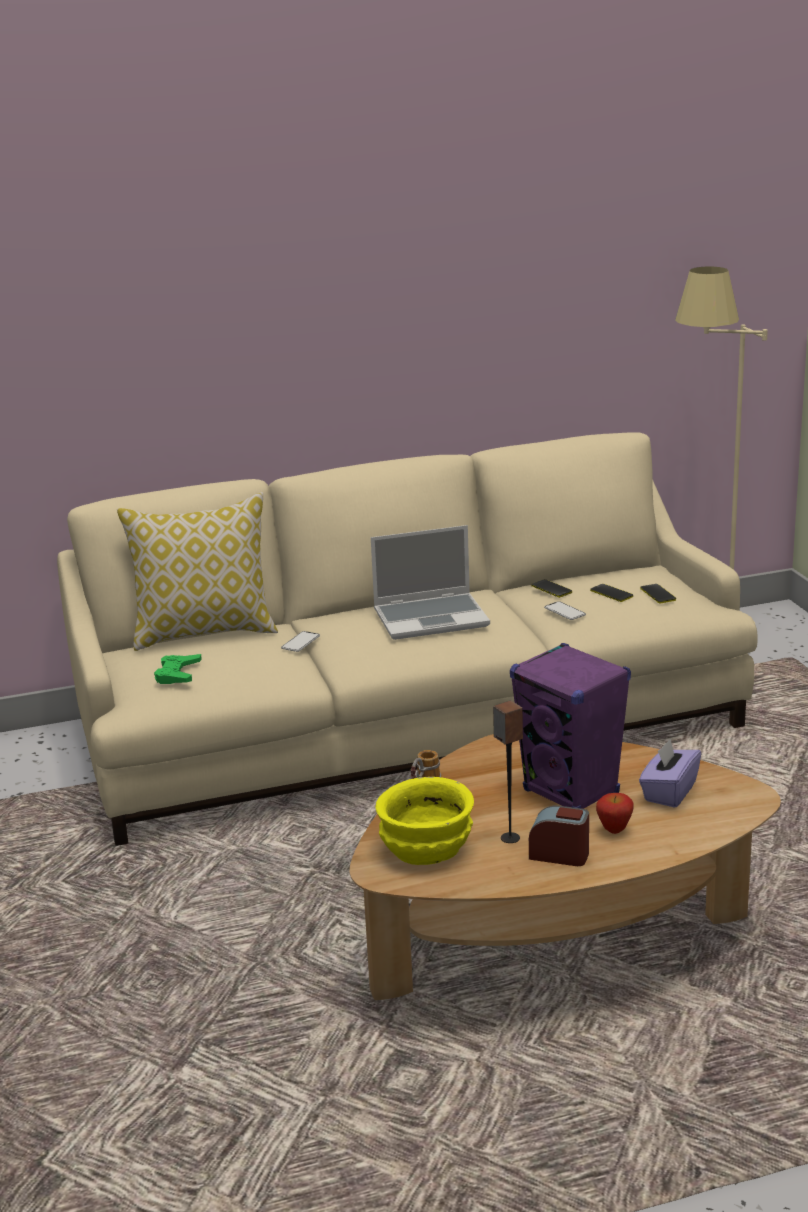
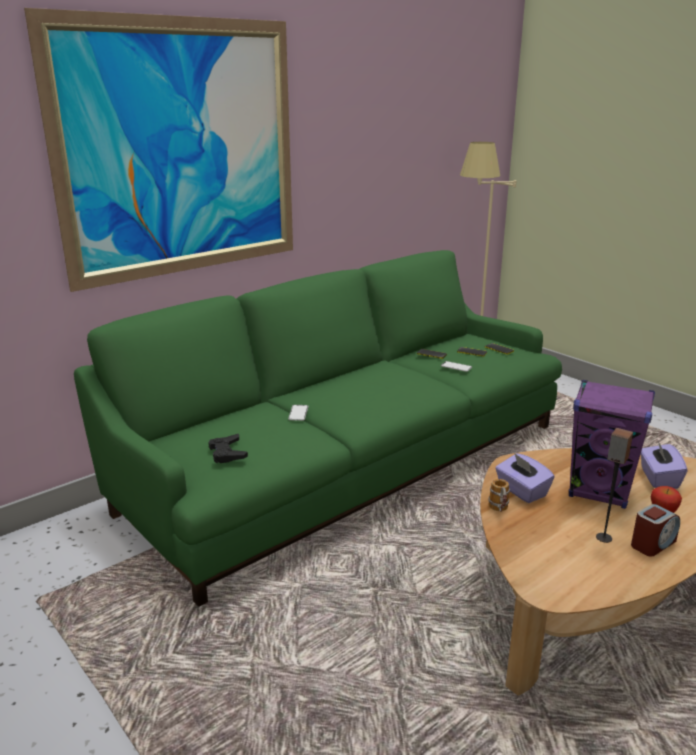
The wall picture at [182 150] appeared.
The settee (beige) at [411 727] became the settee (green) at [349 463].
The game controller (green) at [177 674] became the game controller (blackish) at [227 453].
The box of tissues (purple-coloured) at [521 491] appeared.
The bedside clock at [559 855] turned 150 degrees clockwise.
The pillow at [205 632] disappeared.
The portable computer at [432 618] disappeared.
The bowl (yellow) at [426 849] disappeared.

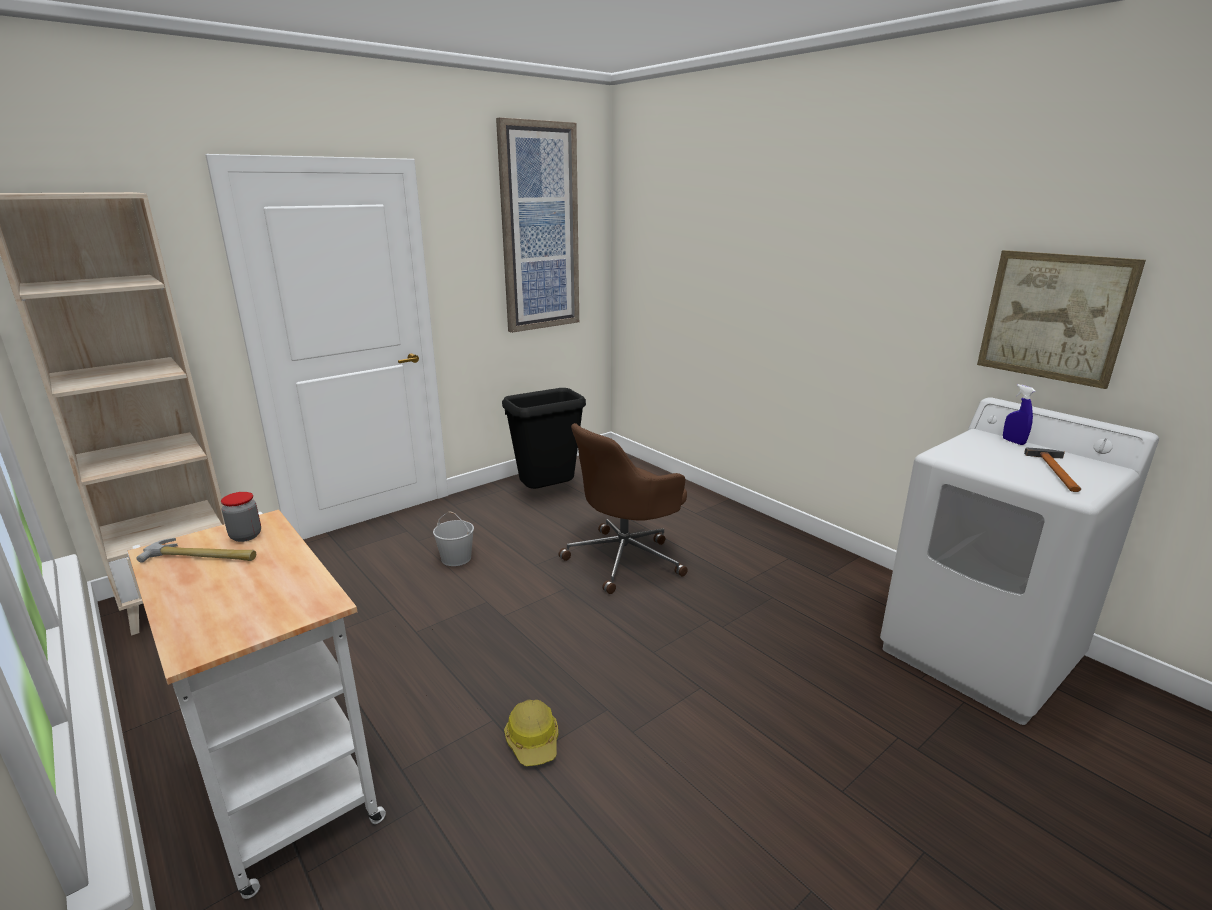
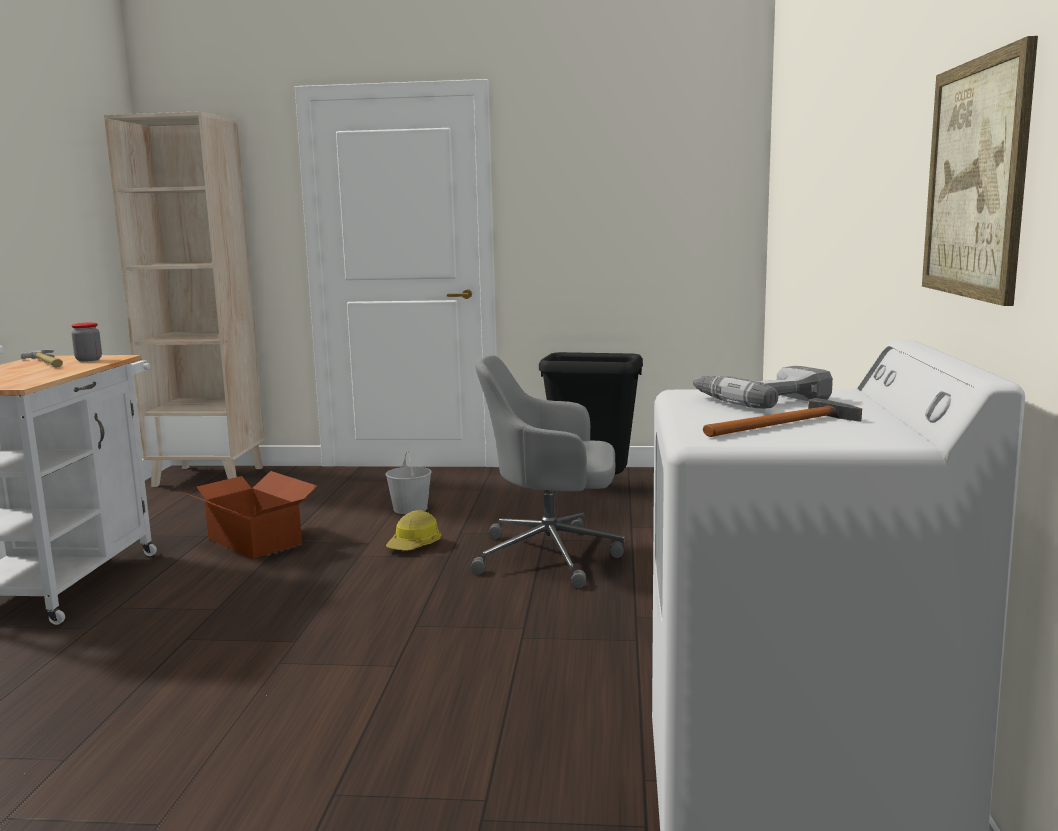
The packing box at [255 541] appeared.
The work helmet moved from [533 741] to [415 545].
The office chair (brown-coloured) at [625 558] became the office chair (grey) at [552 556].
The power drill at [760 399] appeared.
The wall picture at [539 229] disappeared.
The spray bottle (blue) at [1013 442] disappeared.

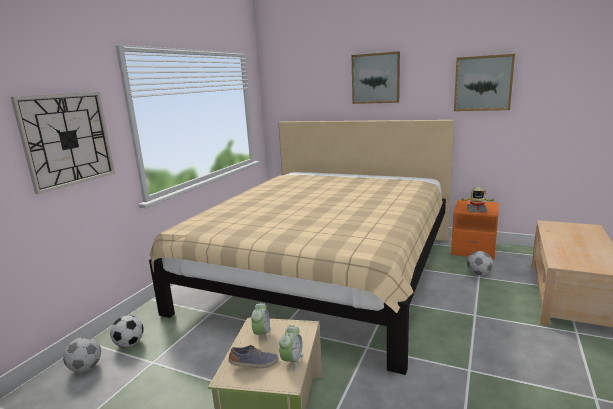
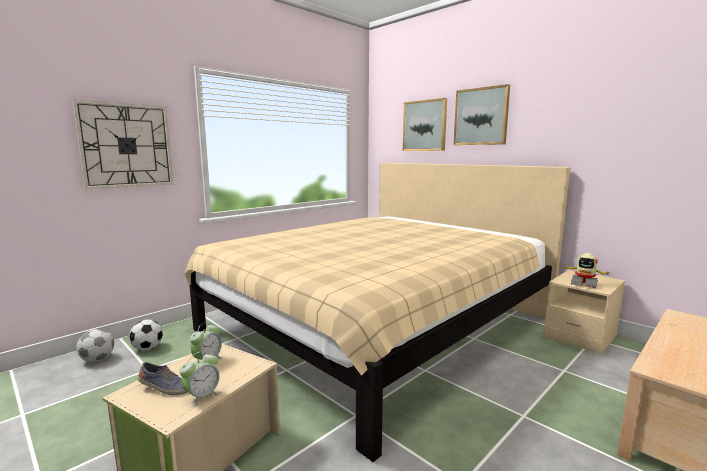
The wall picture moved from [483 83] to [424 126].
The bedside table (orangey) at [473 249] became the bedside table (beige) at [580 336].
The football ball at [478 274] disappeared.

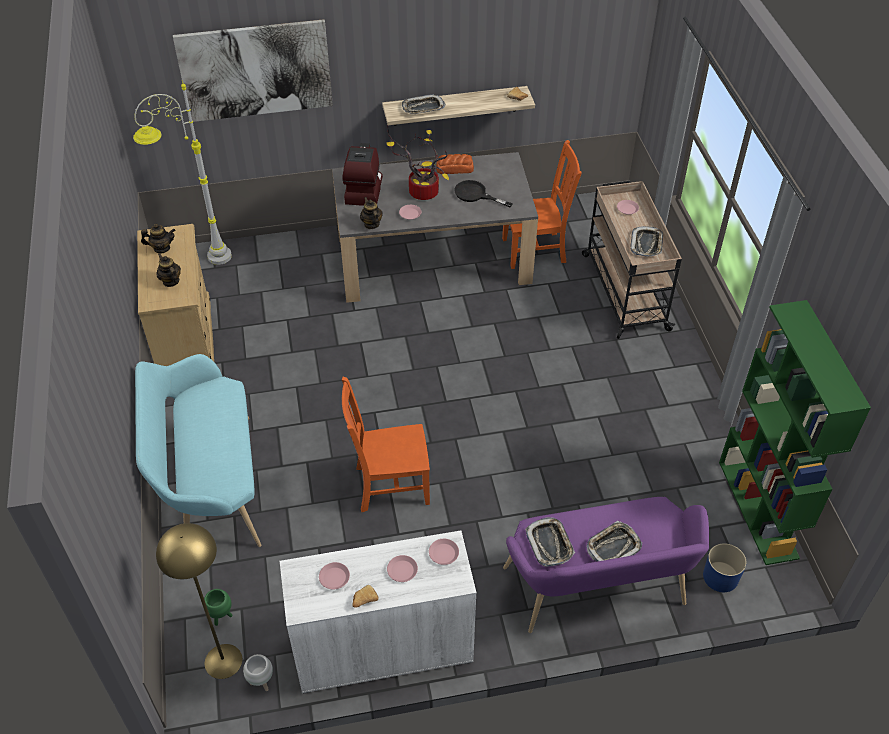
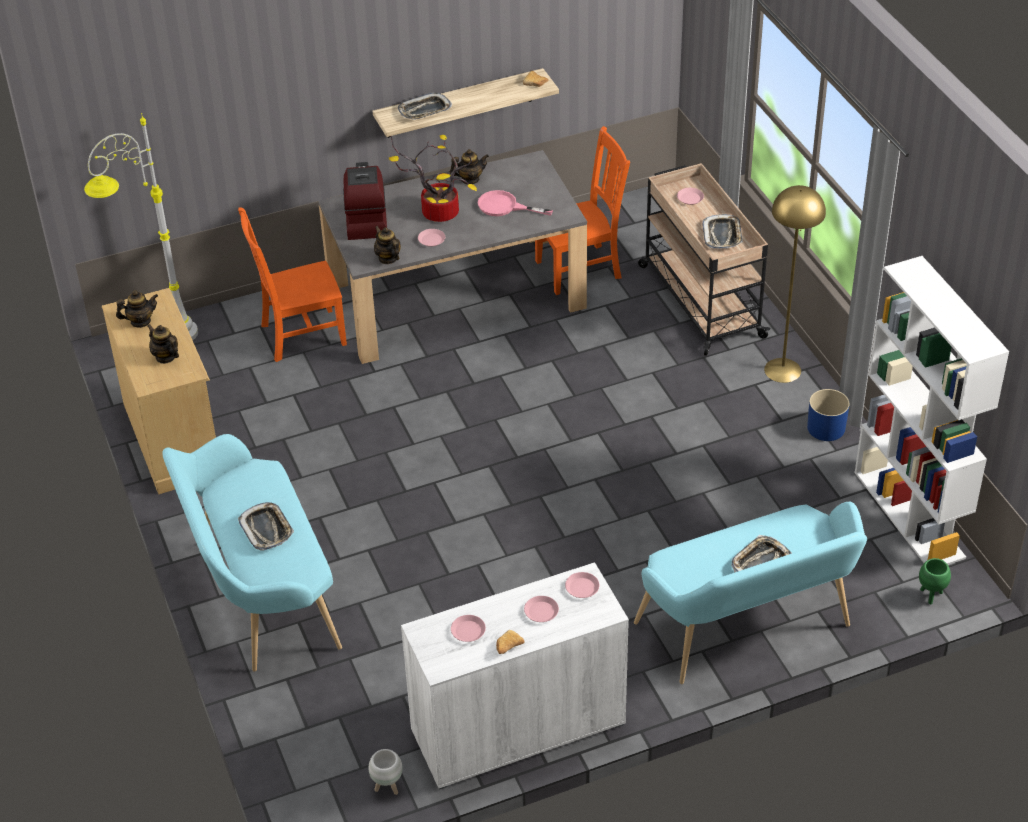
The upright chair (orangey) moved from [389 485] to [300 335].
The tray moved from [550 544] to [267 529].
The bakery bread at [454 168] was replaced by the tea pot at [470 179].
The pan (blackish) at [475 194] became the pan (pinkish) at [504 207].
The indoor bench (purple-coloured) at [598 592] became the indoor bench (turquoise) at [749 630].
The floor lamp (yellow) moved from [223 661] to [783 370].
The plant pot (blue) moved from [721 577] to [826 428].
The bookcase (green) at [758 509] became the bookcase (white-coloured) at [910 515].
The plant pot (green) moved from [221 617] to [931 595].
The wall picture at [255 70] disappeared.

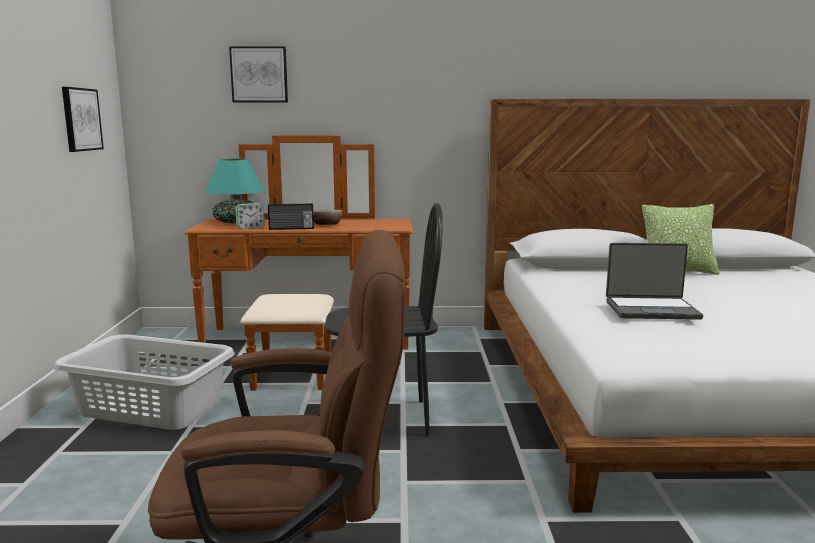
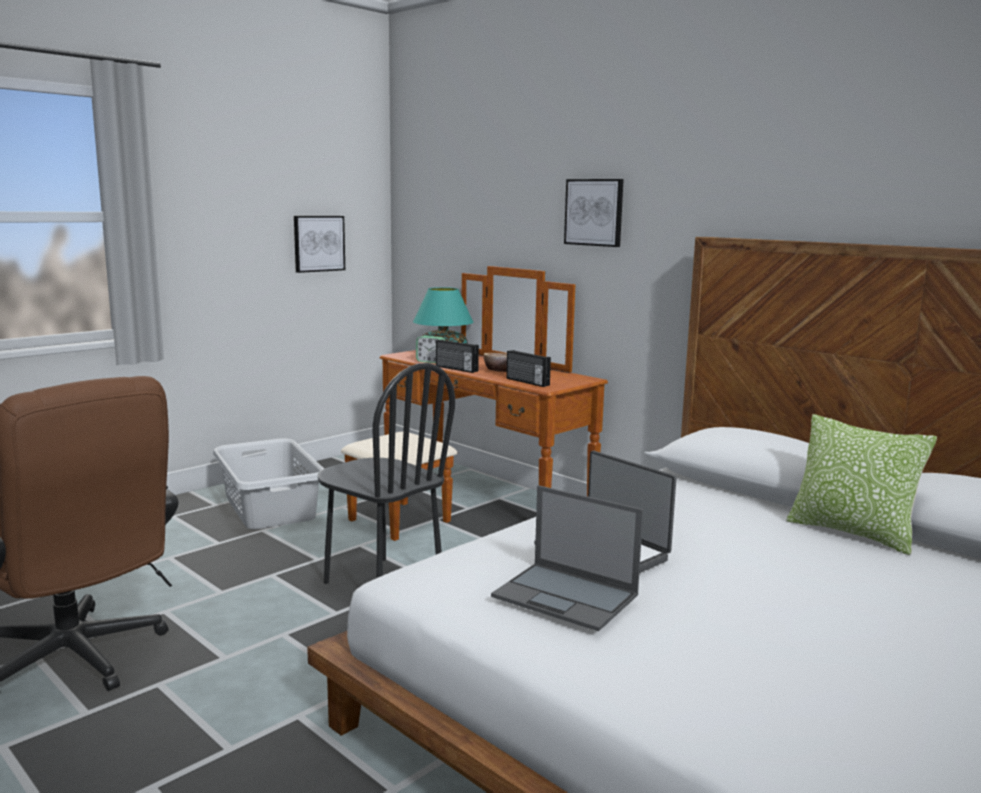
The portable computer at [567 596] appeared.
The radio set at [526 382] appeared.
The wall picture moved from [259 74] to [594 212].

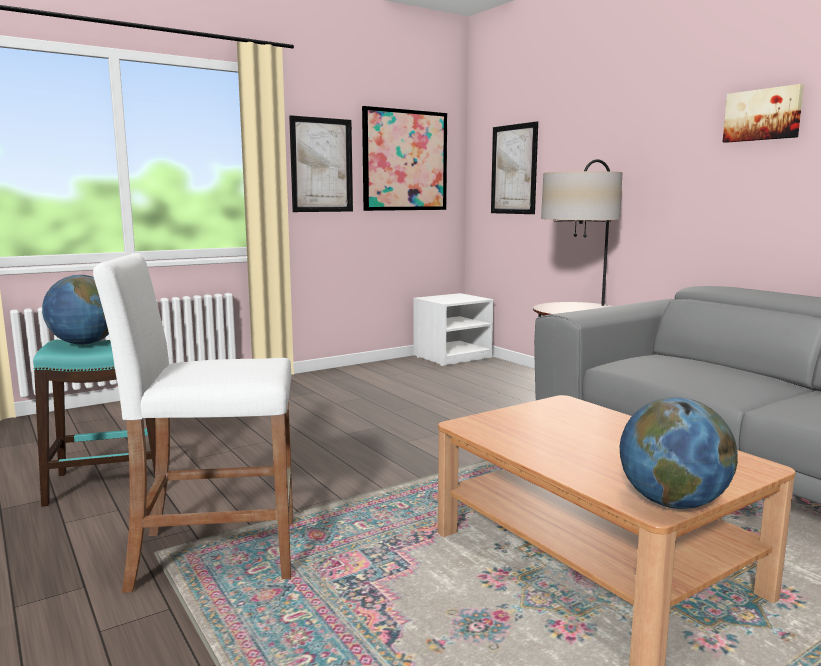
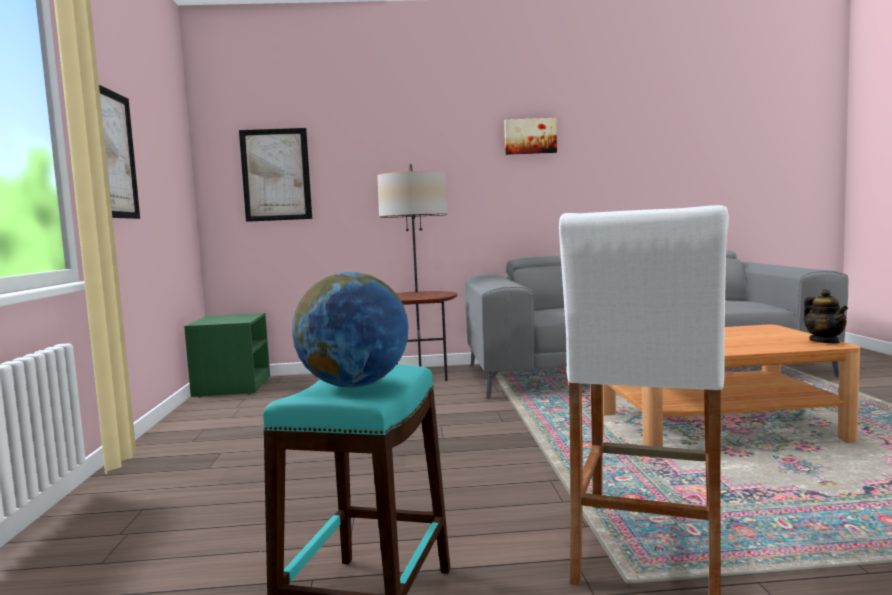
The bedside table (white-coloured) at [452 357] became the bedside table (green) at [232 386].
The desk globe at [672 503] was replaced by the tea pot at [824 341].
The wall picture at [405 160] disappeared.

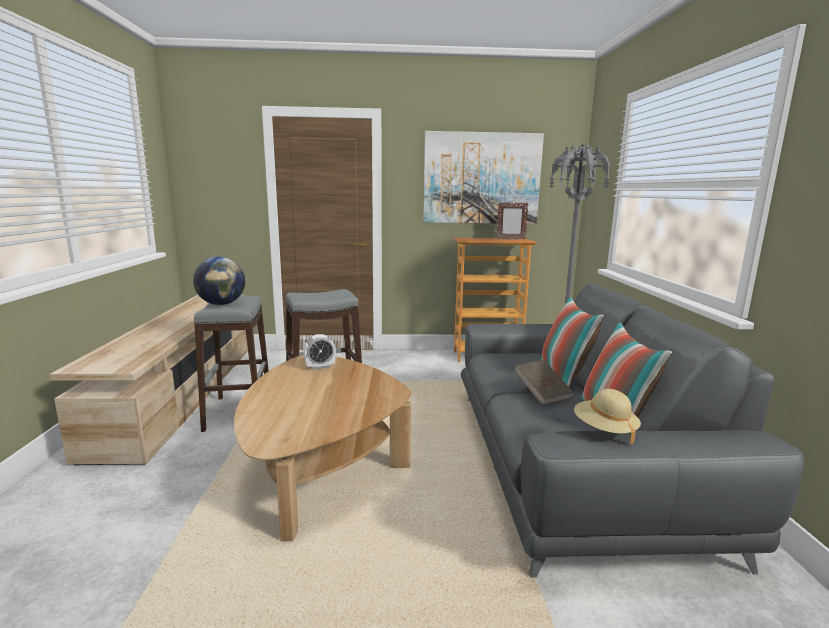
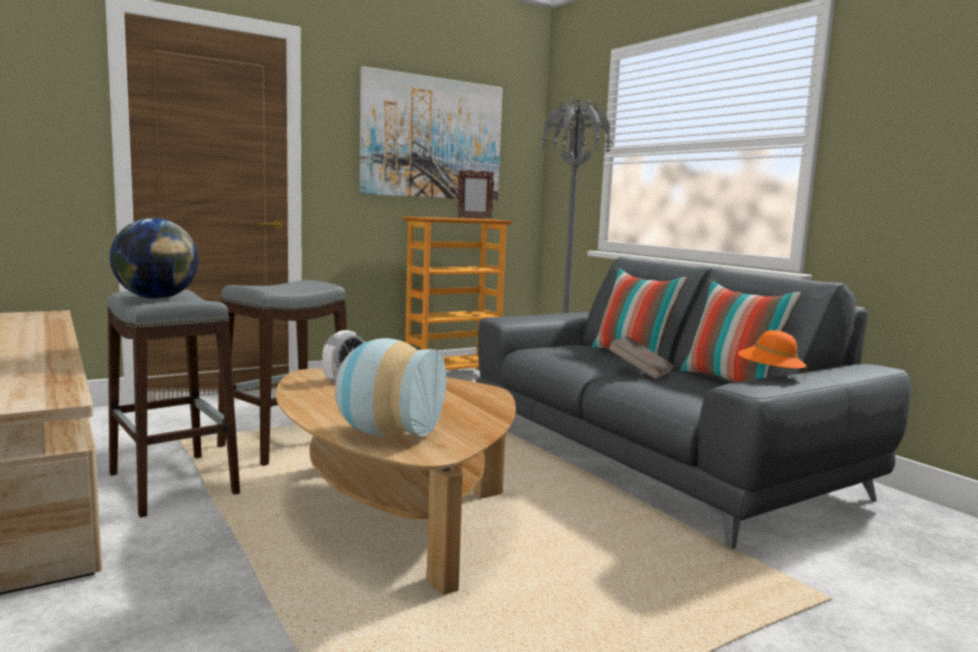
The vase at [385 433] appeared.
The clothing hat (beige) at [604 430] became the clothing hat (orangey) at [769 375].

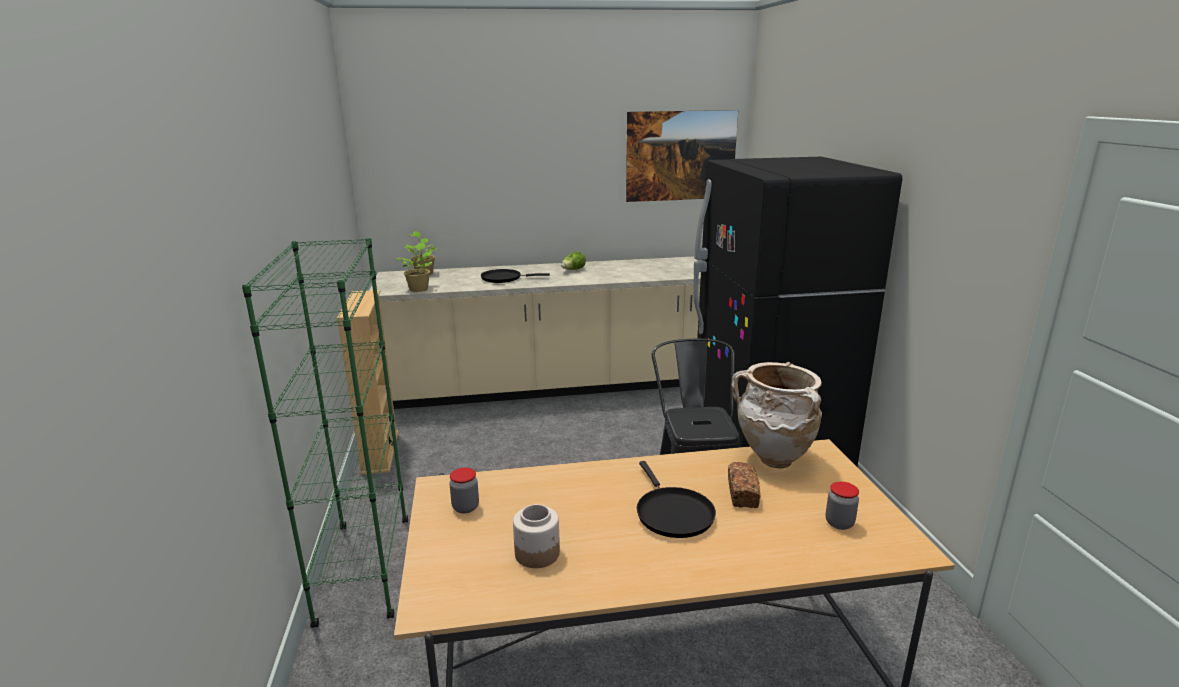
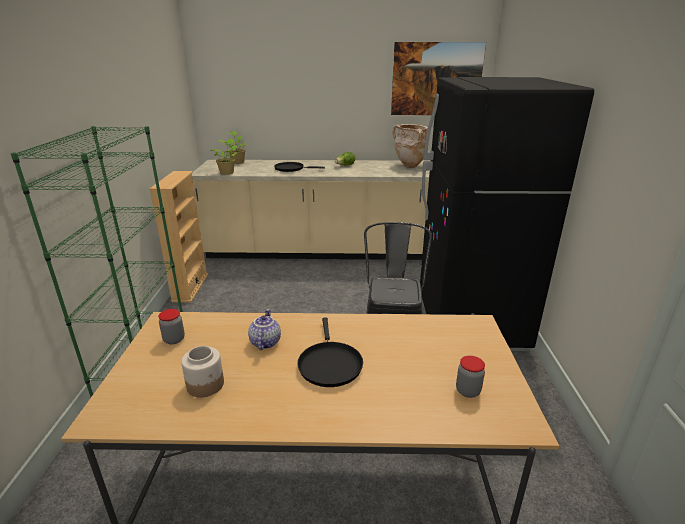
The tea pot at [264 342] appeared.
The vase (beige) moved from [773 459] to [409 166].
The bakery bread at [742 494] disappeared.

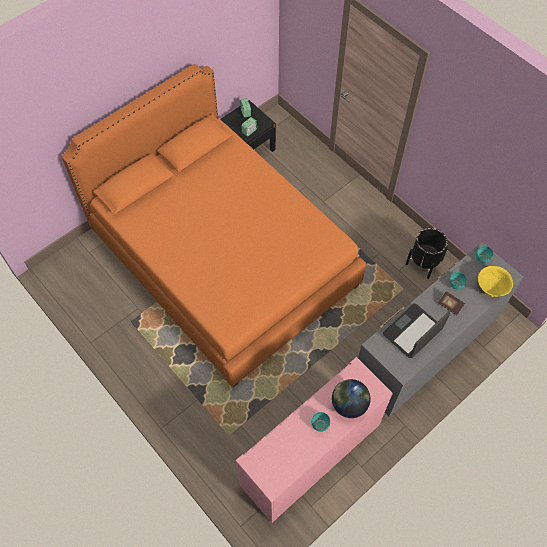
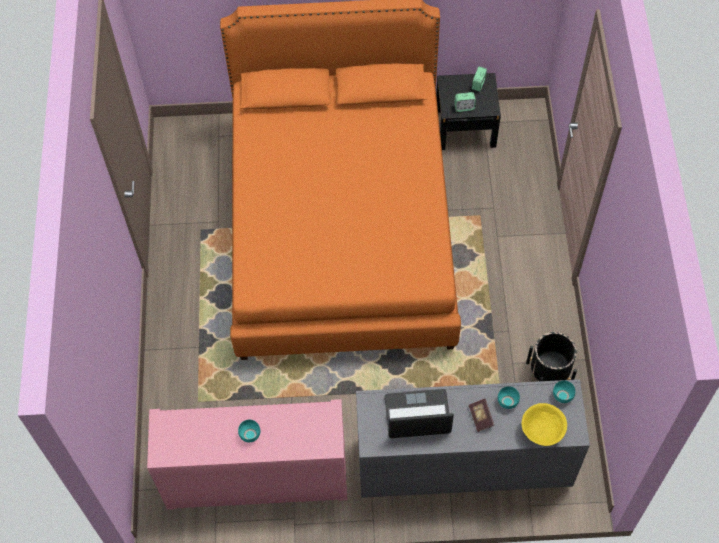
The desk globe at [349 404] disappeared.

